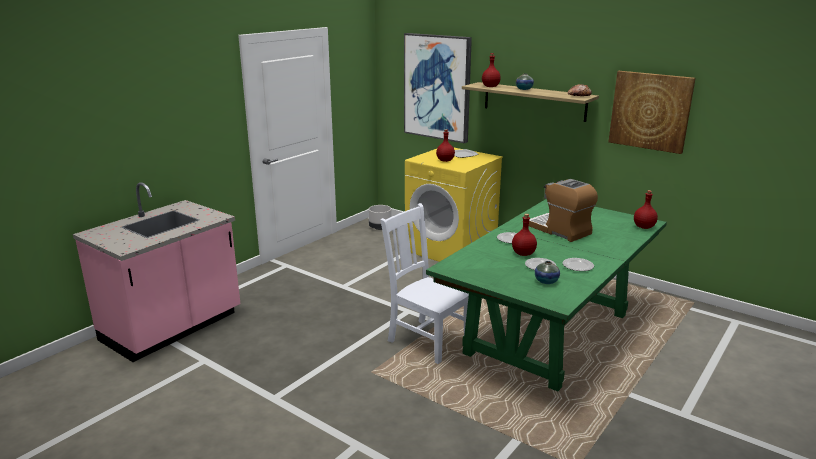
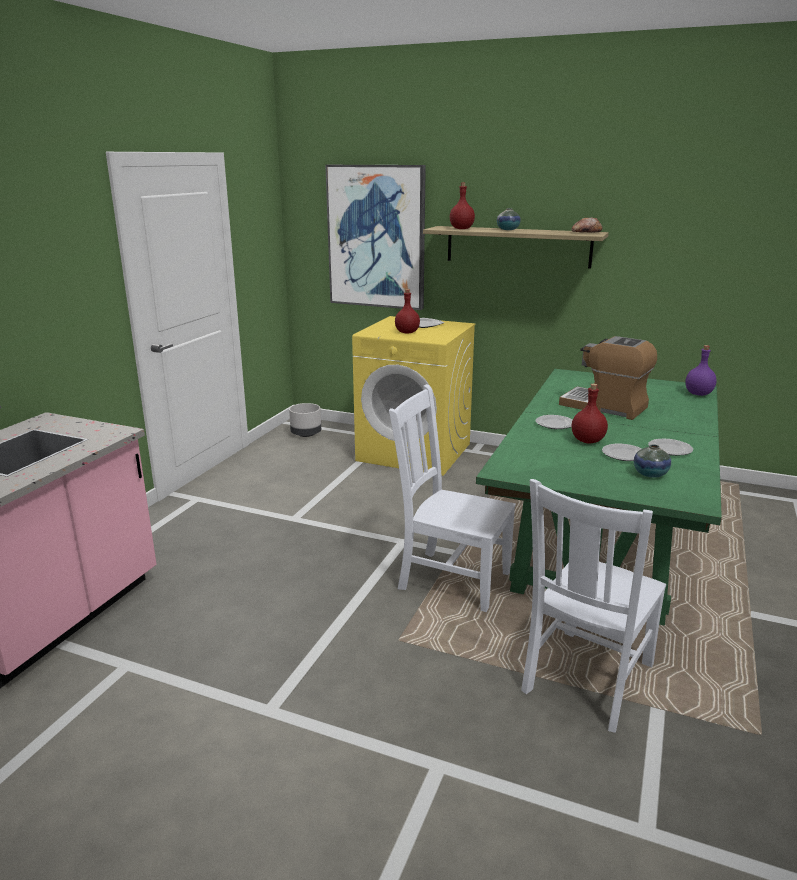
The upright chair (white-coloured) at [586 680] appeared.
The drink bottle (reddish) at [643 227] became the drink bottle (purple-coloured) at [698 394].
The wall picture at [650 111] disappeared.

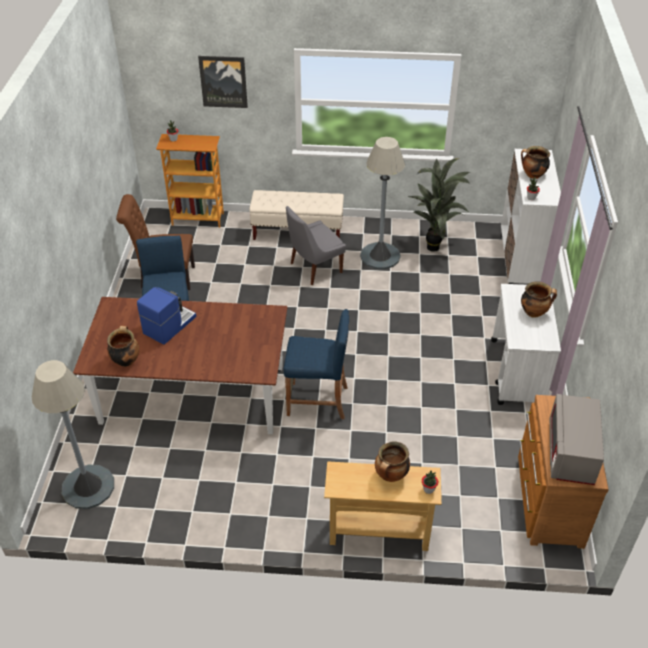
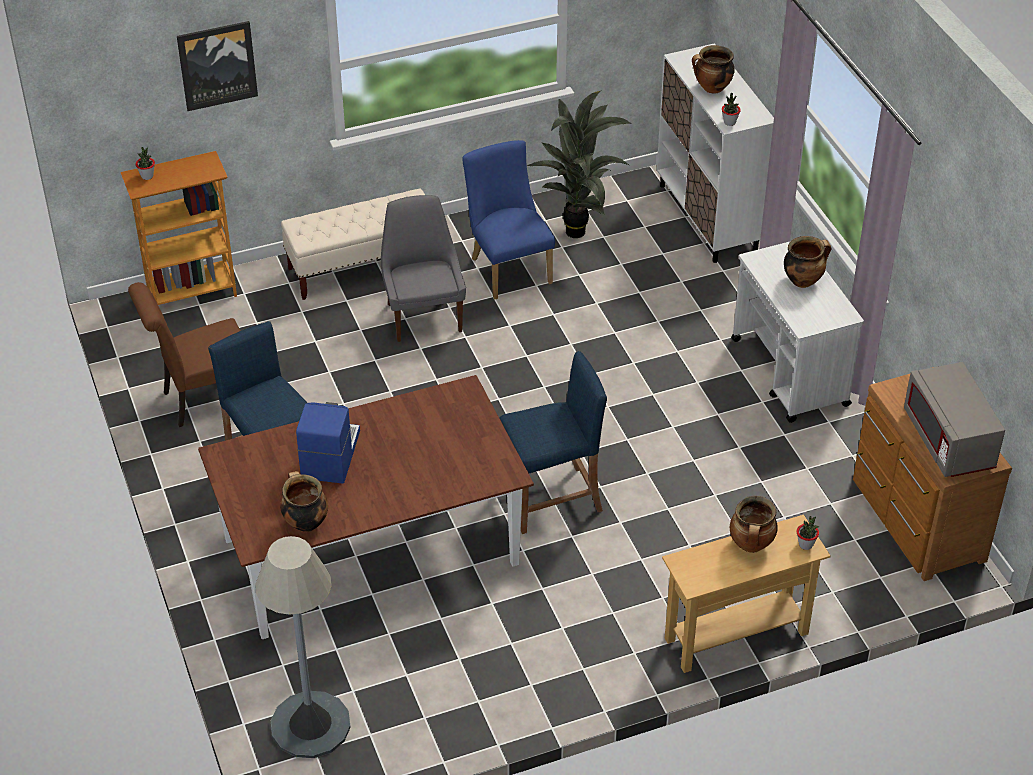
The upright chair (grey) at [314 268] turned 135 degrees clockwise.
The floor lamp (grey) at [380 256] was replaced by the upright chair (blue) at [508 267].

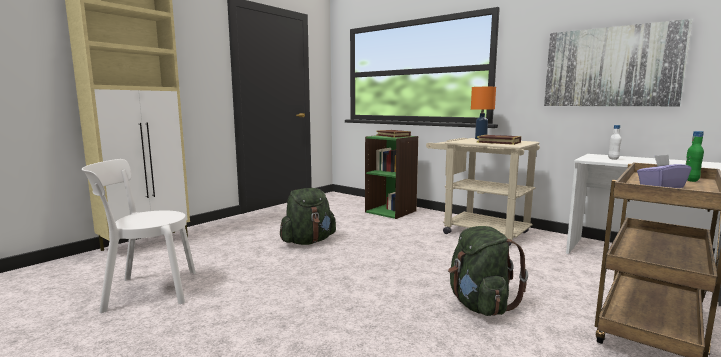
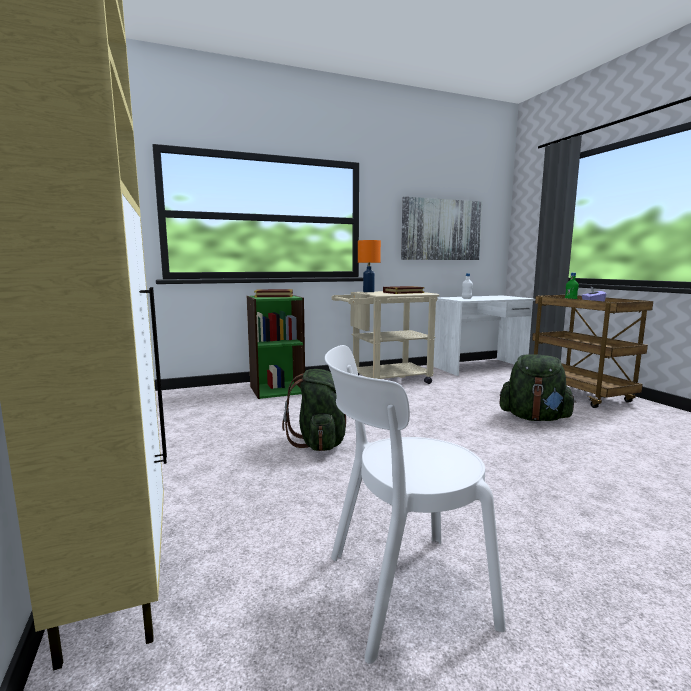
The upright chair (white-coloured) at [147 291] turned 60 degrees clockwise.

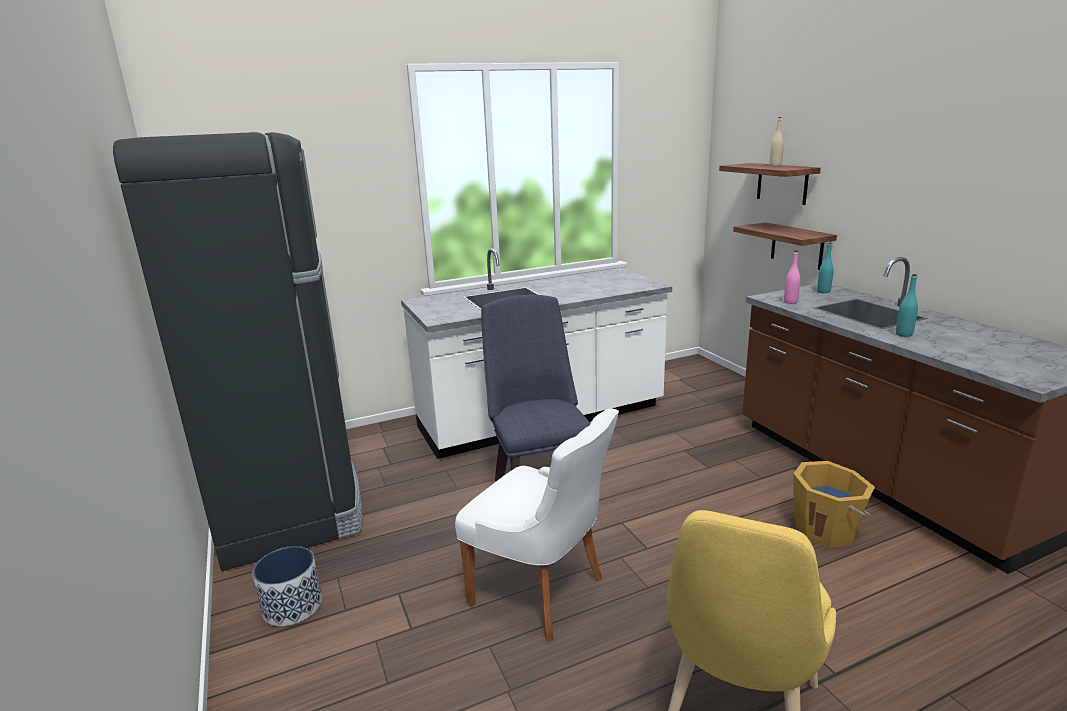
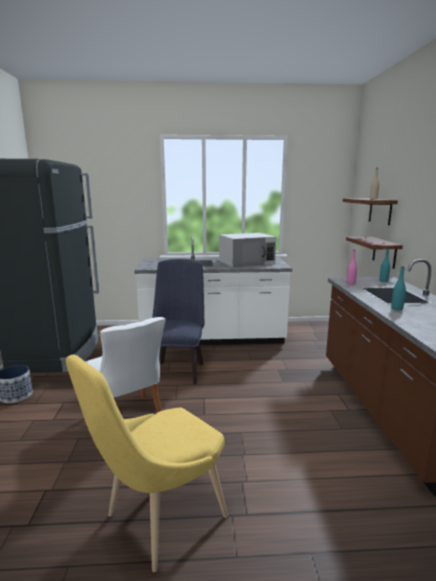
The microwave (white-coloured) at [247 262] appeared.
The bucket (orangey) at [827 530] disappeared.

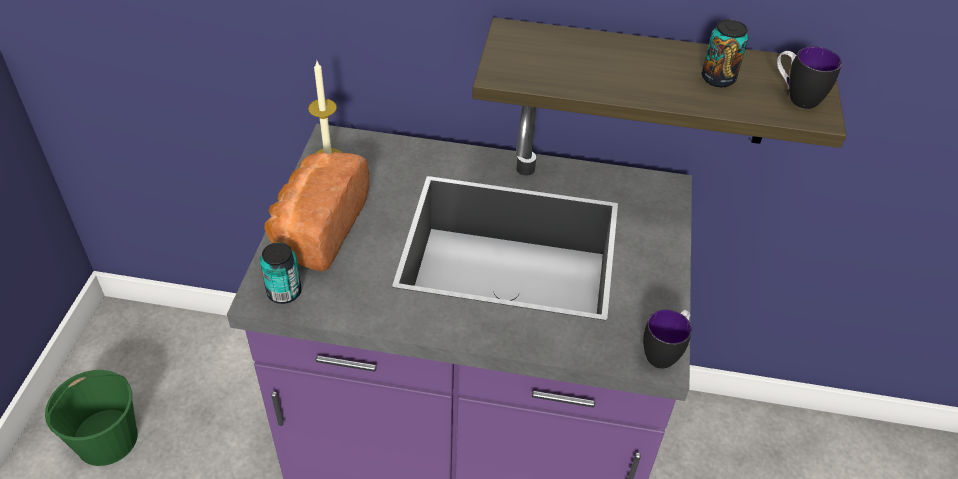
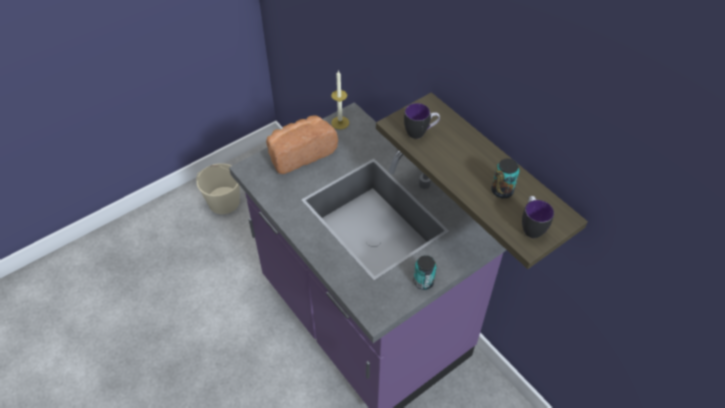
The bucket (green) at [106 440] became the bucket (beige) at [223 202].
The mug moved from [664 352] to [420 133].
The sealed can moved from [284 292] to [423 282].

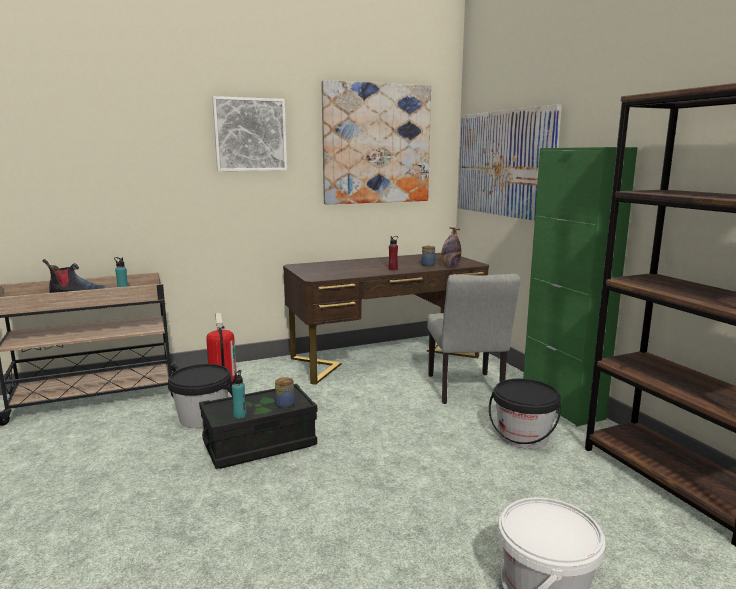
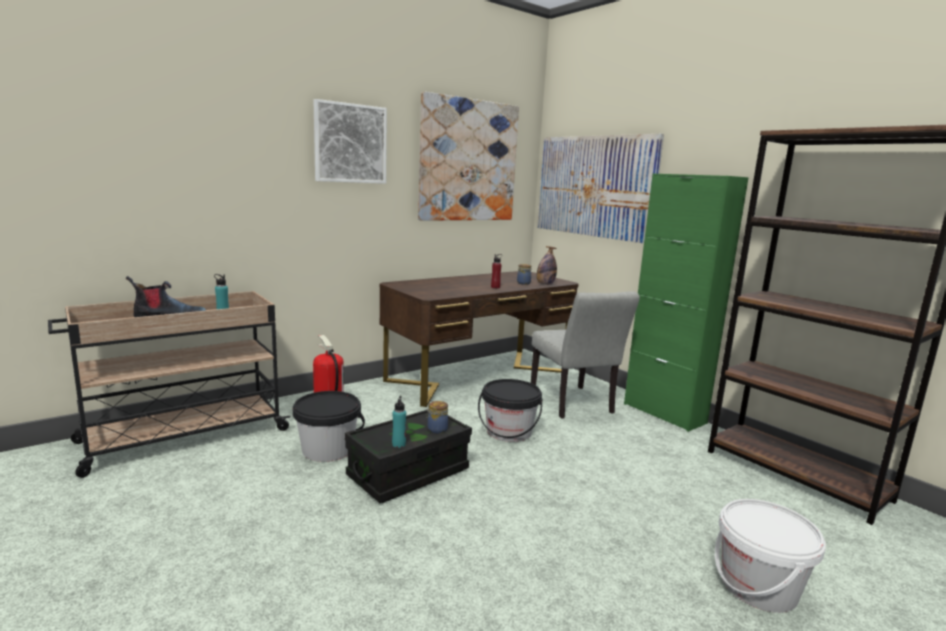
The bucket (blackish) moved from [523 436] to [509 432].

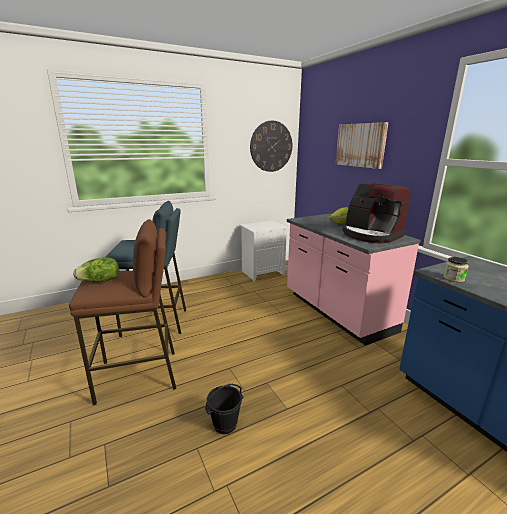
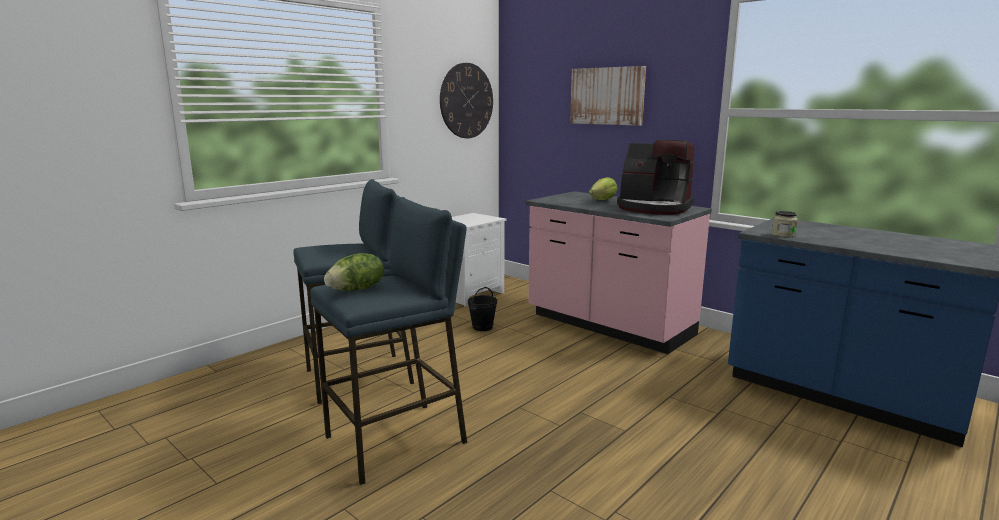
The stool (brown-coloured) at [138 375] became the stool (blue) at [397 440].
The bucket (blackish) moved from [225 425] to [482 327].

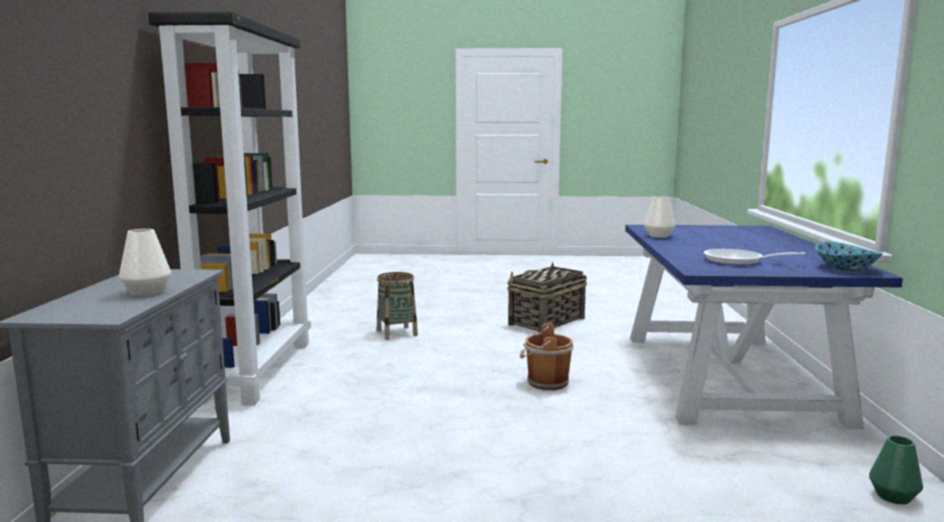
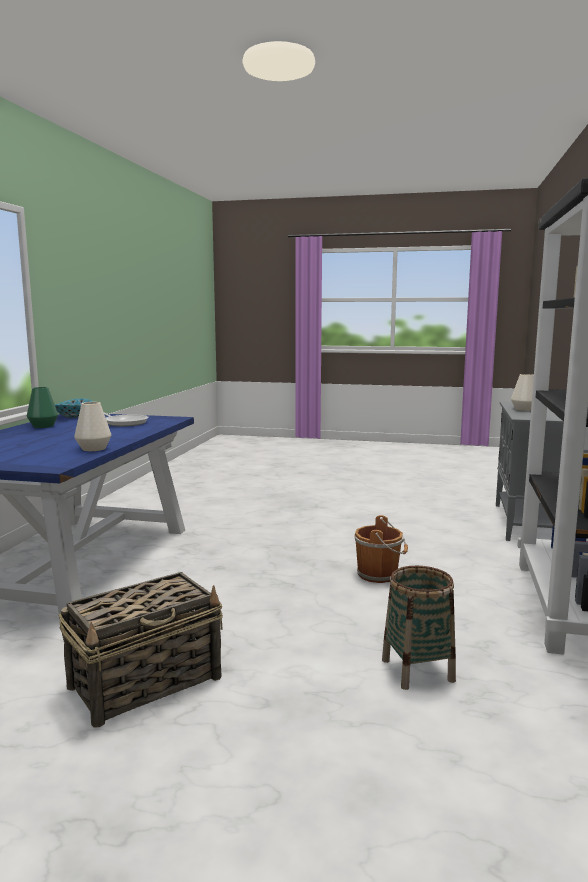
The vase (green) moved from [893 496] to [43 426].
The bucket (brown-coloured) moved from [545 382] to [380 574].

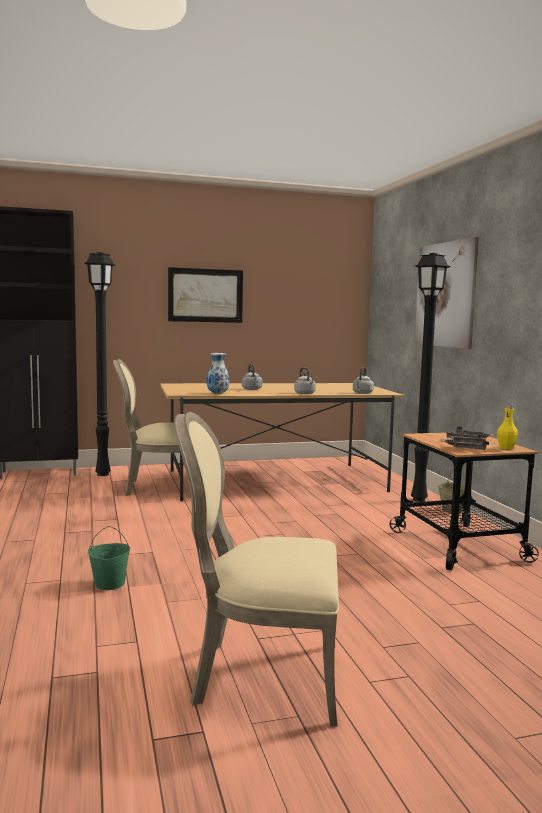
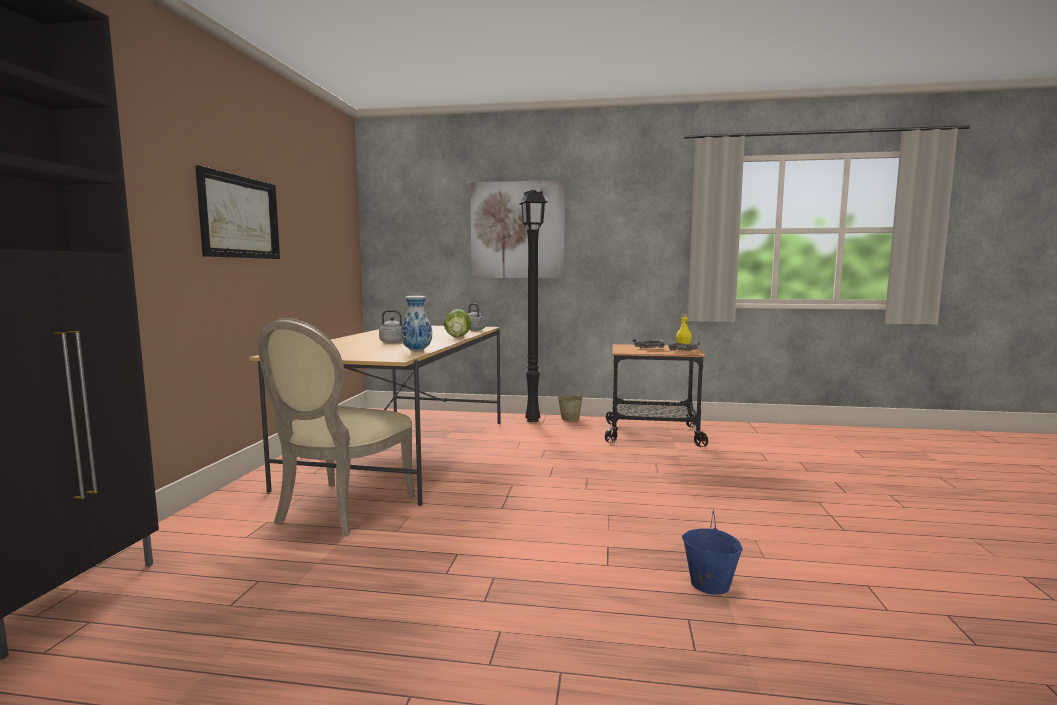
The water kettle (grey) at [305 393] was replaced by the head of lettuce at [458 337].
The bucket (green) at [110 584] became the bucket (blue) at [709 584].
The floor lamp (blackish) at [102 474] disappeared.
The upright chair (beige) at [261 676] disappeared.

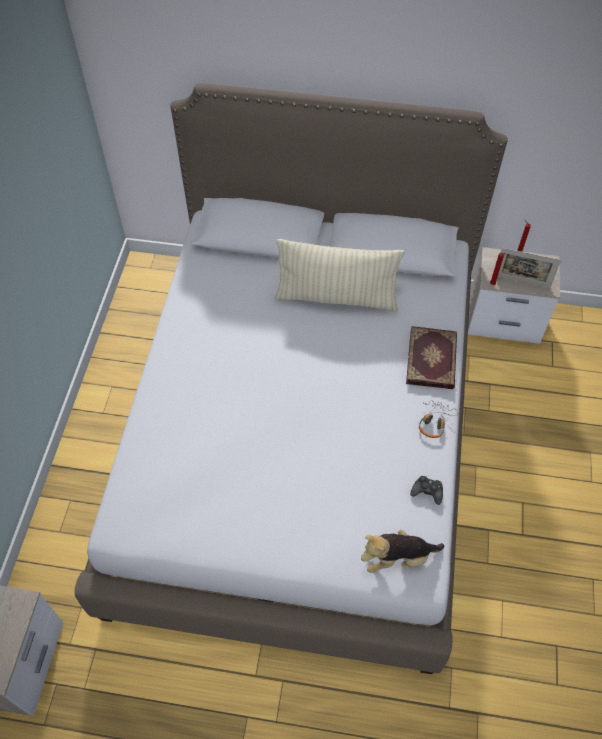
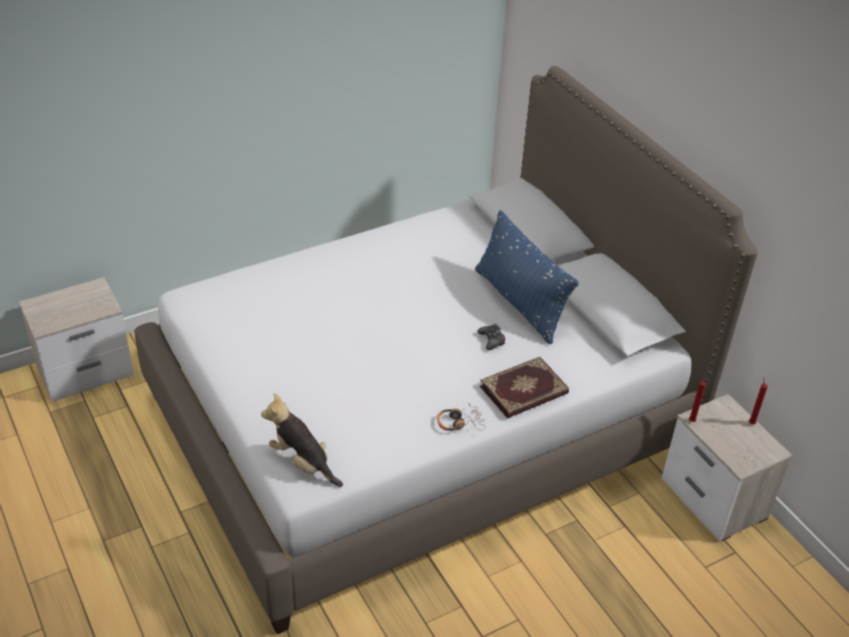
The pillow (beige) at [336 298] became the pillow (blue) at [519 303].
The game controller (blackish) moved from [427 491] to [491 340].
The photo frame at [521 281] disappeared.

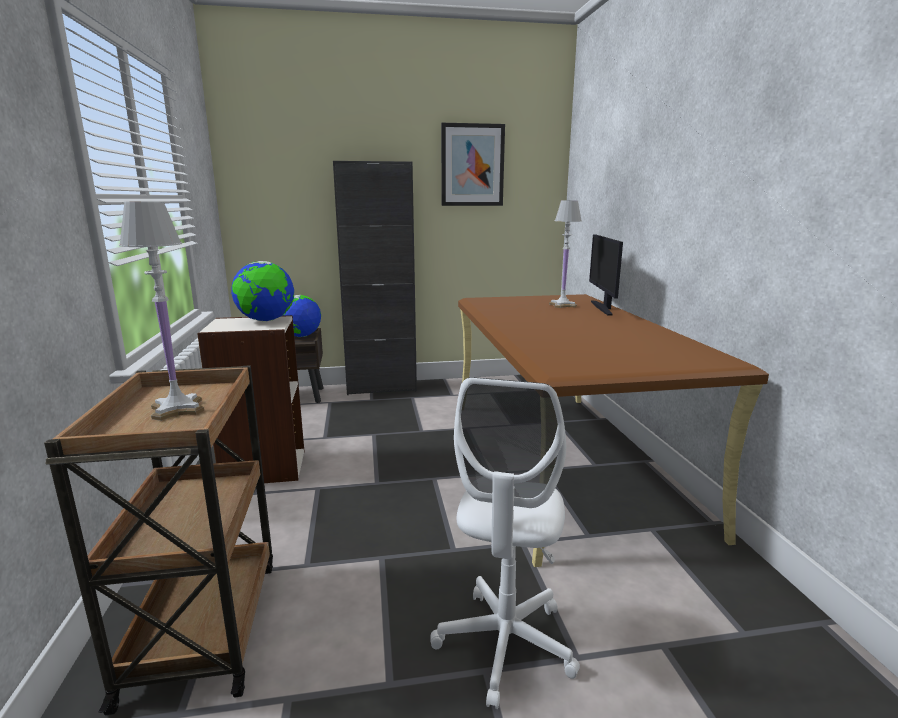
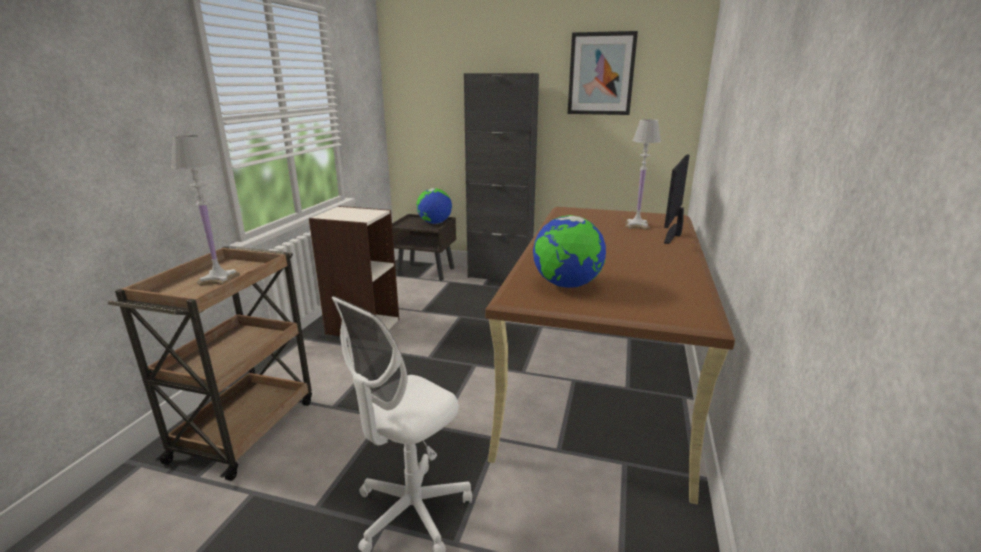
The desk globe moved from [266 320] to [566 285].

